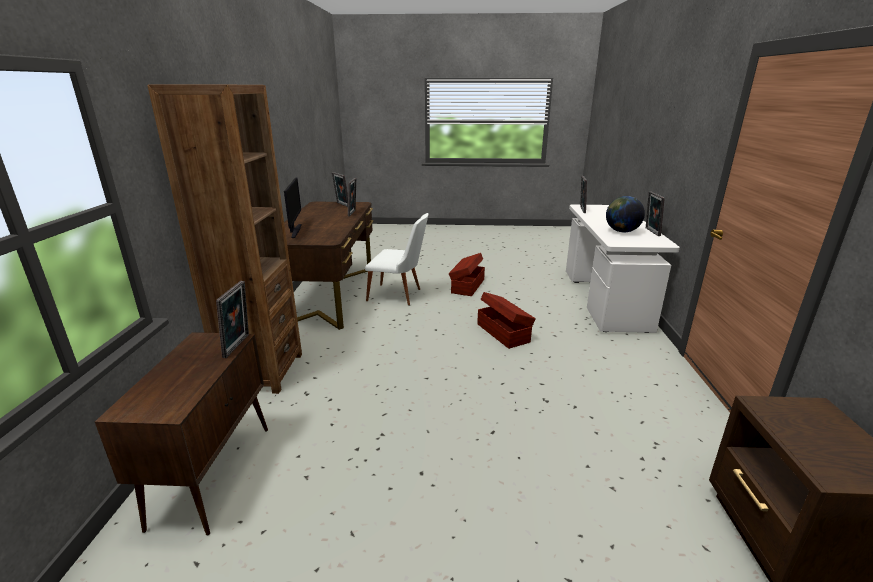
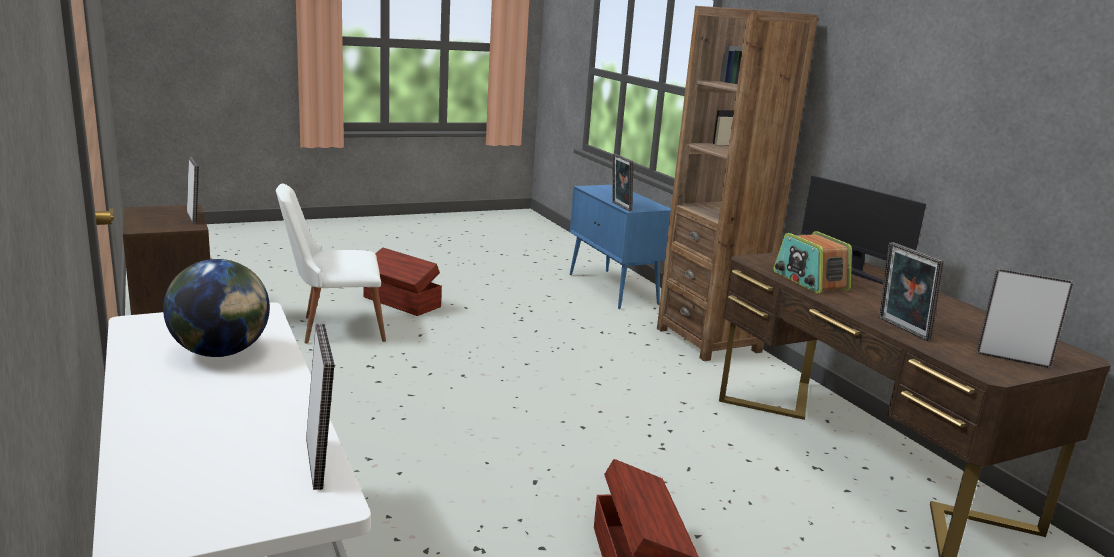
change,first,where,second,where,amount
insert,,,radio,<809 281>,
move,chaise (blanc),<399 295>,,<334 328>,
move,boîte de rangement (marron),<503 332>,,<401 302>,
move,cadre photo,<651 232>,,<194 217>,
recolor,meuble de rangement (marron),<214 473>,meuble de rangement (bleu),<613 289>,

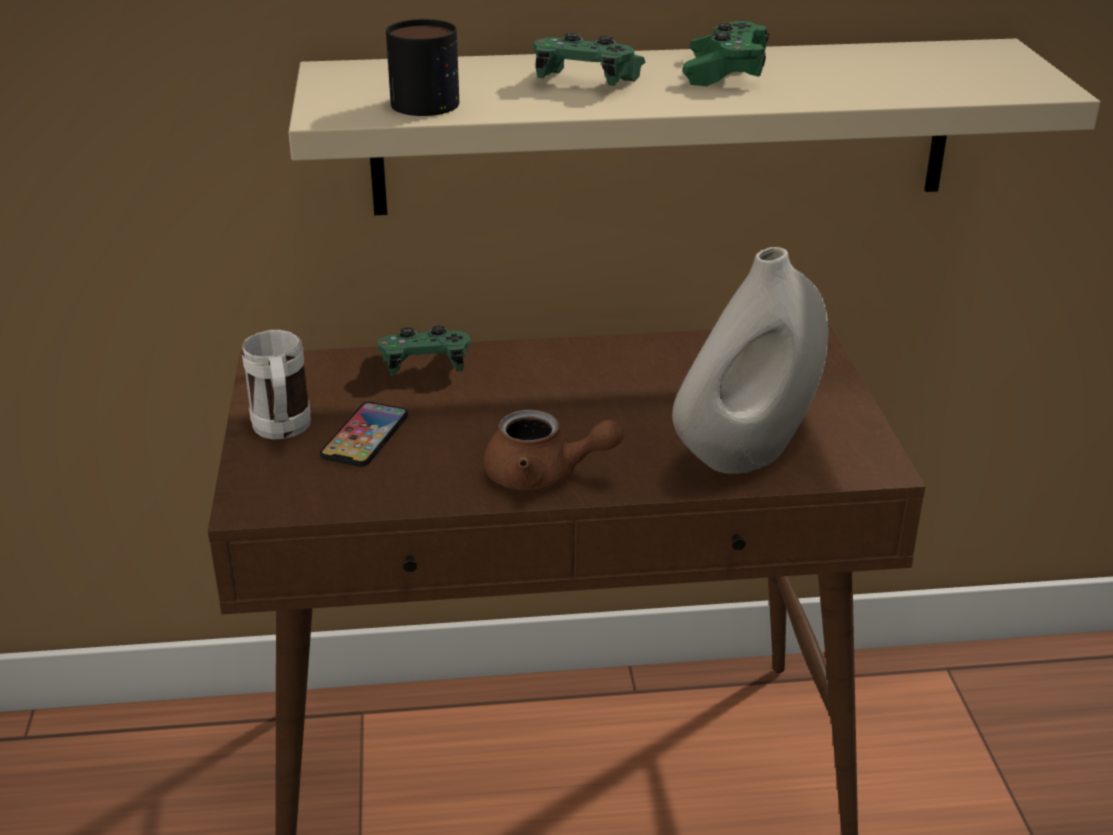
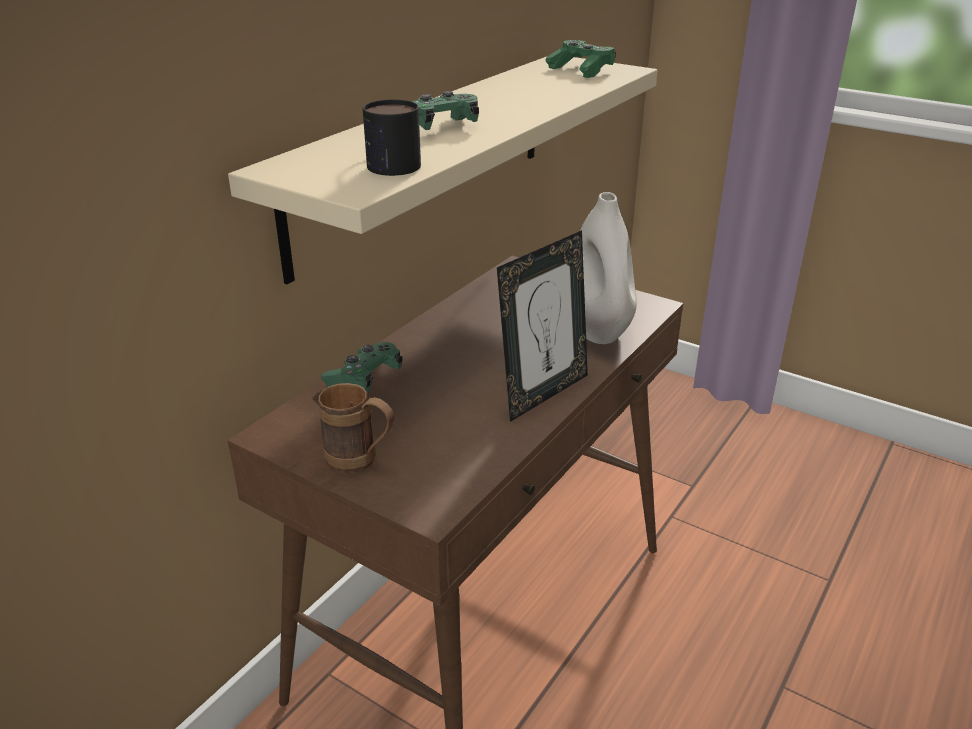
change,first,where,second,where,amount
delete,téléphone,<365 436>,,,
move,manette (vert),<725 73>,,<580 70>,
replace,théière (marron),<544 476>,cadre photo,<543 393>,
recolor,mug (blanc),<282 432>,mug (marron),<361 463>,

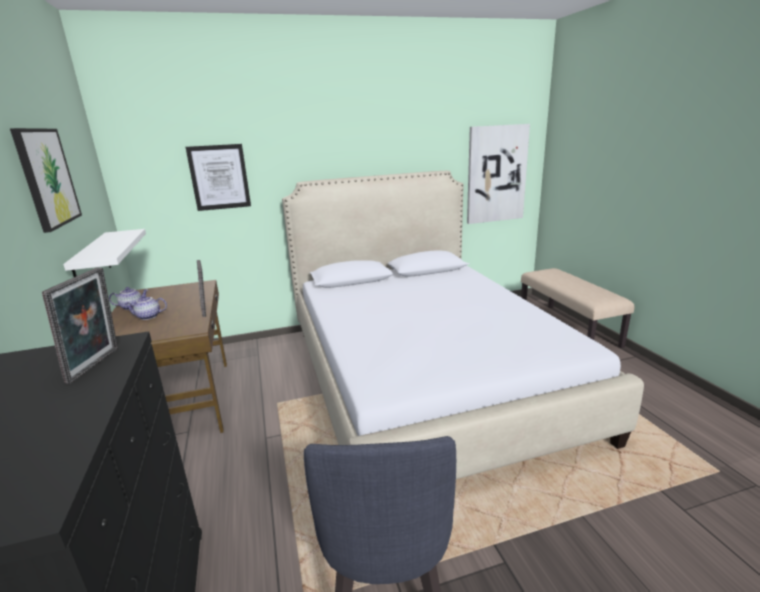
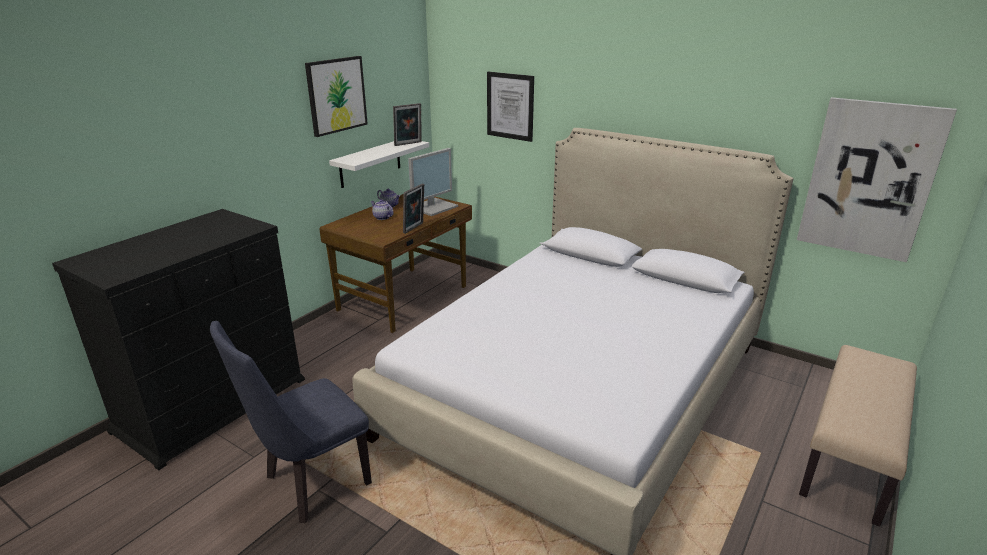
change,first,where,second,where,amount
insert,,,écran d'ordinateur,<433 207>,
move,cadre photo,<97 365>,,<408 144>,

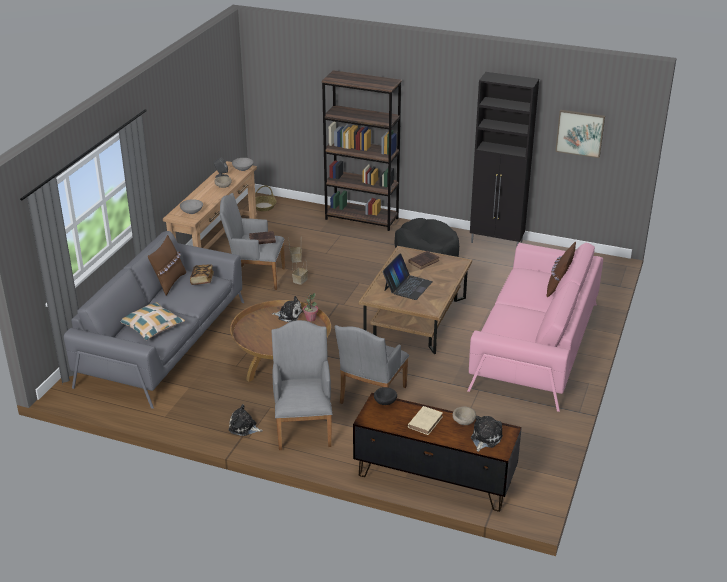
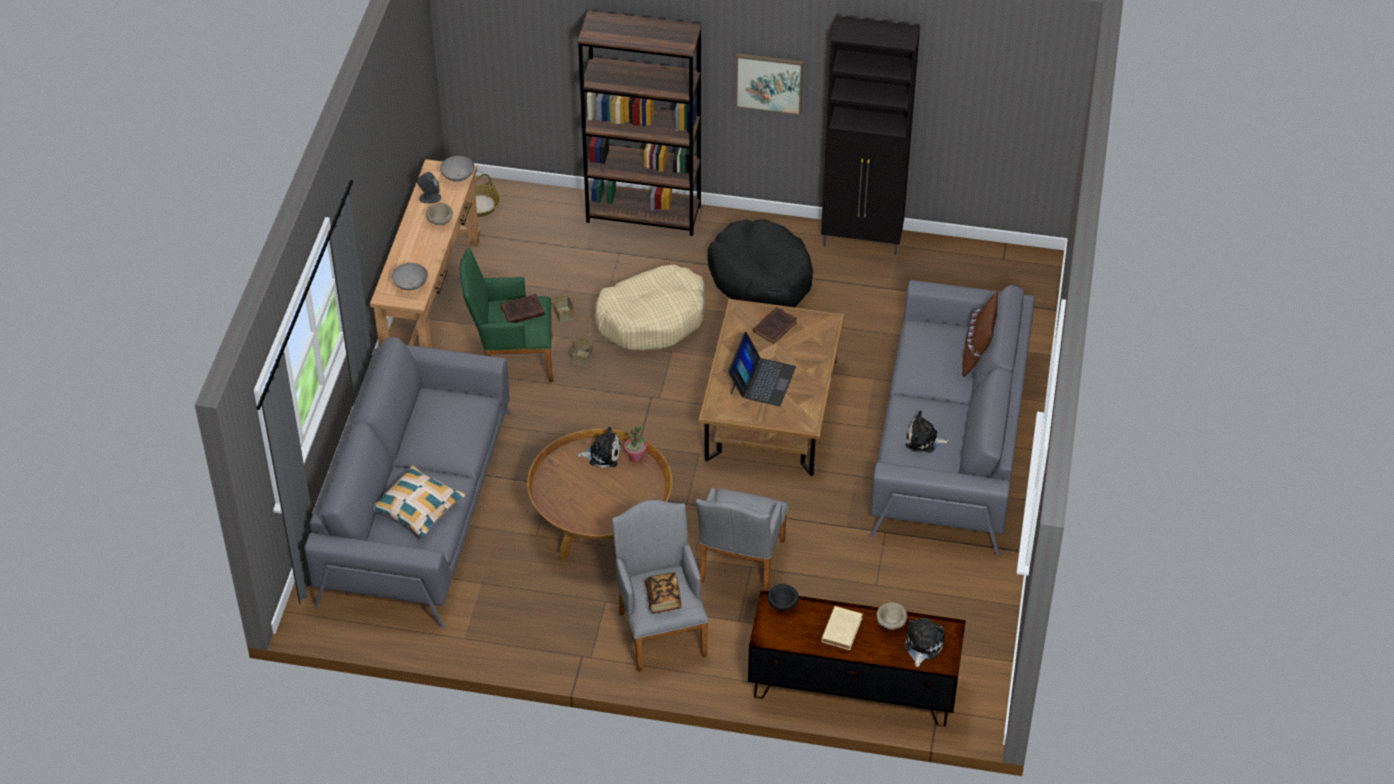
change,first,where,second,where,amount
delete,coussin (marron),<169 283>,,,
insert,,,panier pour chien (beige),<652 318>,
move,livre,<202 280>,,<663 599>,
move,peluche,<244 428>,,<924 440>,
move,tableau,<580 133>,,<769 82>,
recolor,fauteuil (gris),<254 276>,fauteuil (vert),<511 359>,
recolor,canapé (rose),<535 345>,canapé (gris),<950 441>,

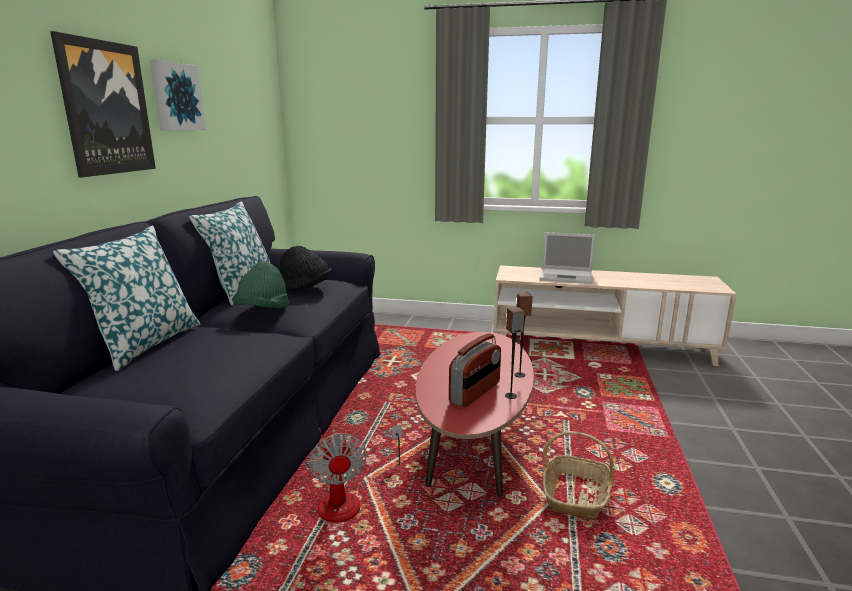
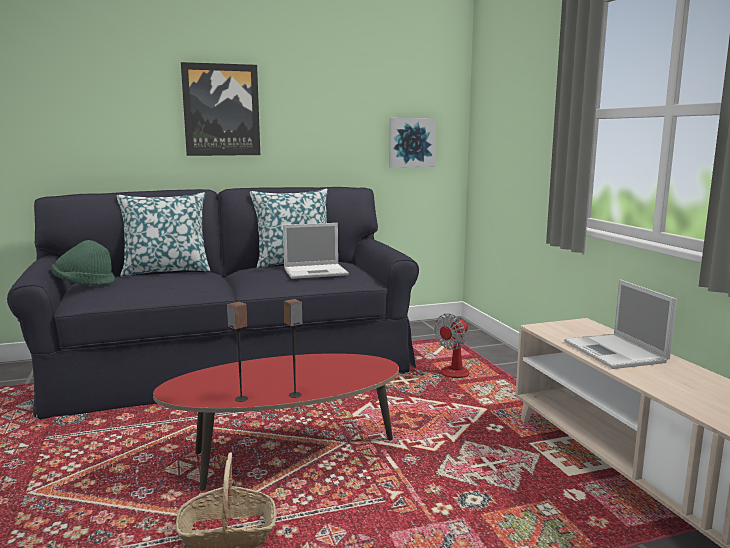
change,first,where,second,where,amount
delete,radio,<475 393>,,,
move,tableau,<176 97>,,<411 142>,
move,chapeau (vert),<263 311>,,<84 284>,
move,ventilateur,<350 499>,,<466 374>,
replace,chapeau (noir),<306 288>,ordinateur portable,<317 271>,

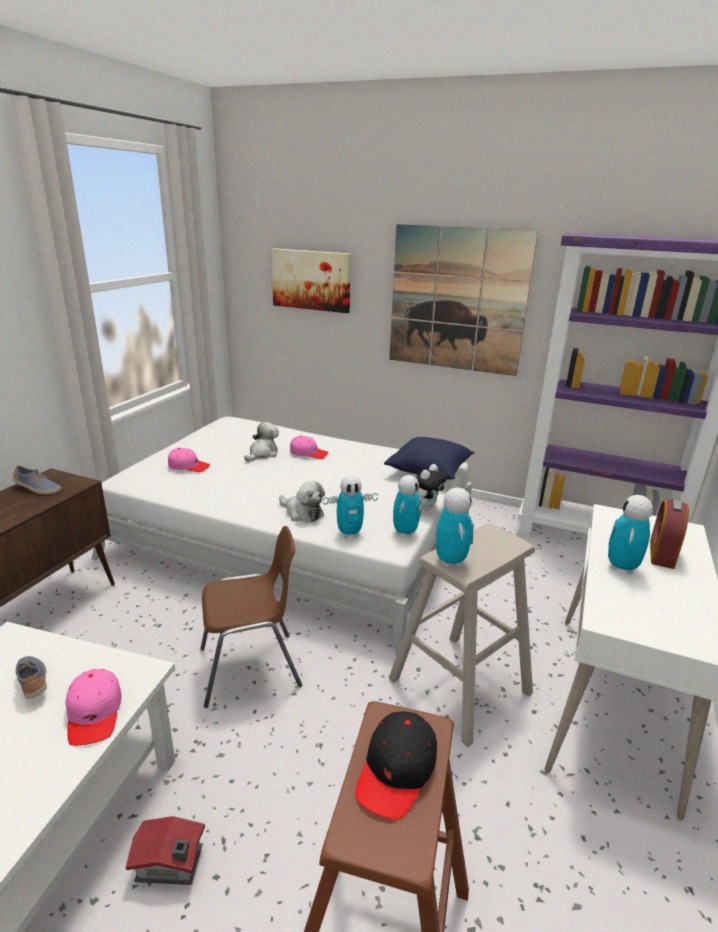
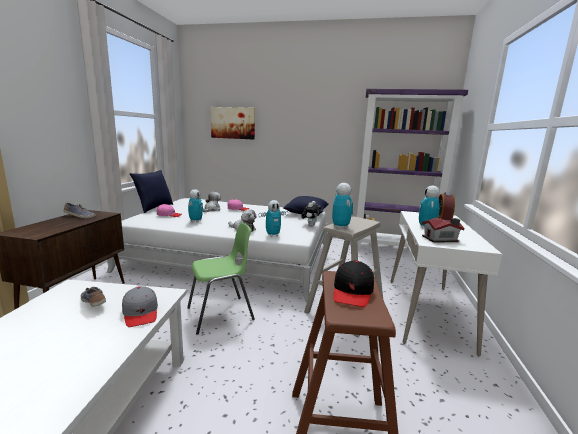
change,first,where,second,where,amount
delete,tableau,<457 300>,,,
insert,,,coussin (bleu),<154 208>,
move,maison miniature,<171 865>,,<441 239>,
move,robot jouet,<405 532>,,<195 221>,
recolor,casquette (rose),<94 713>,casquette (gris),<141 312>,
recolor,chaise (marron),<251 668>,chaise (vert),<221 314>,

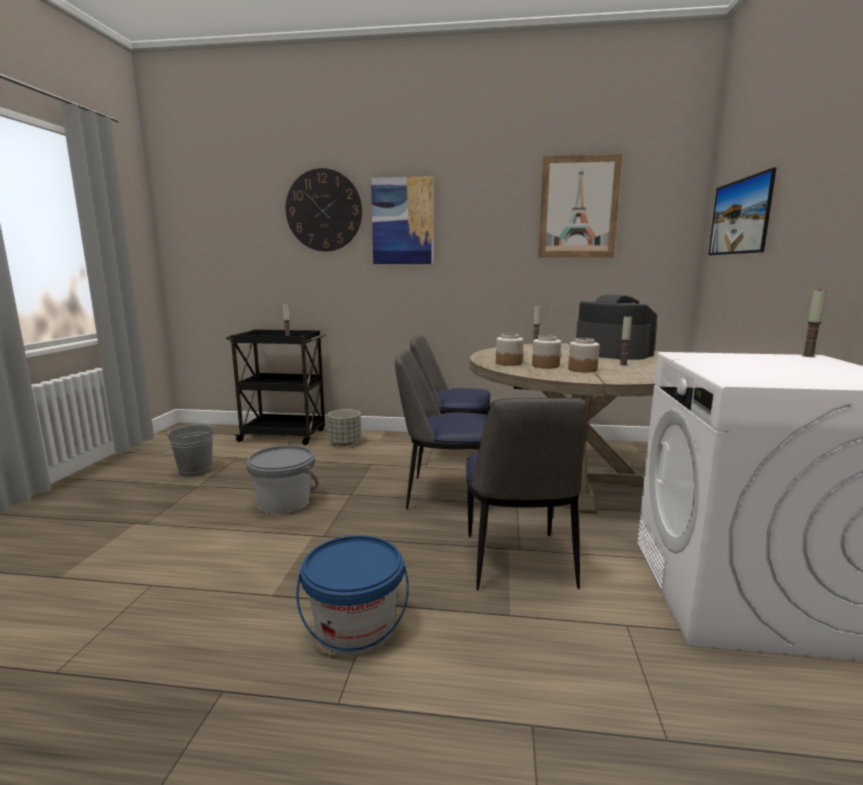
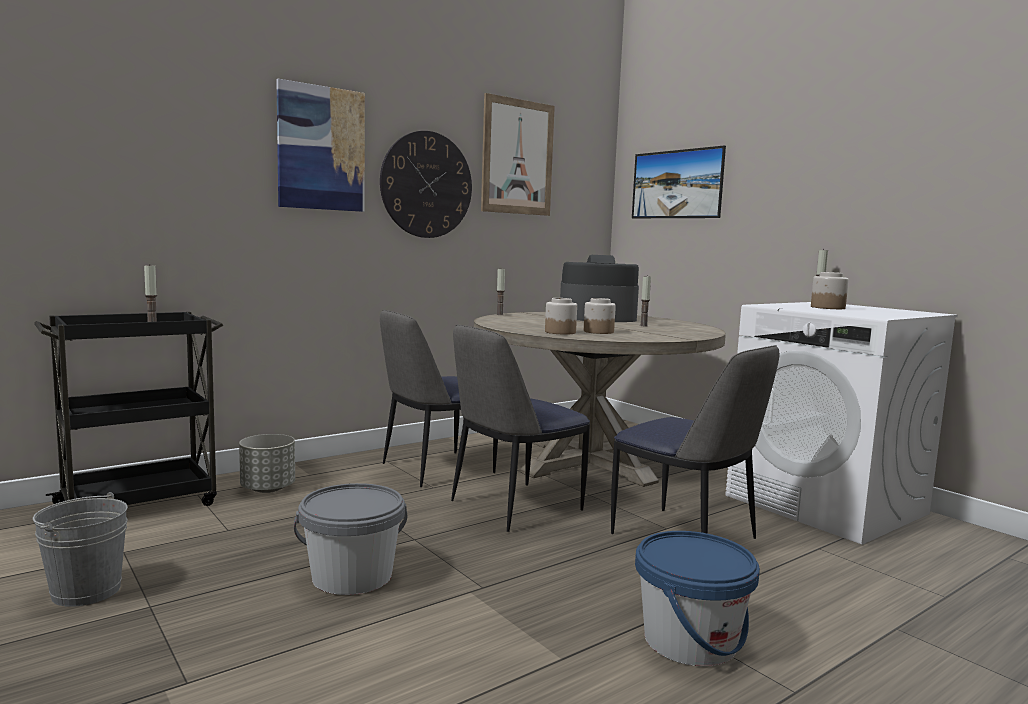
change,first,where,second,where,amount
move,horloge murale,<324 210>,,<426 185>,
move,bocal,<582 369>,,<827 307>,

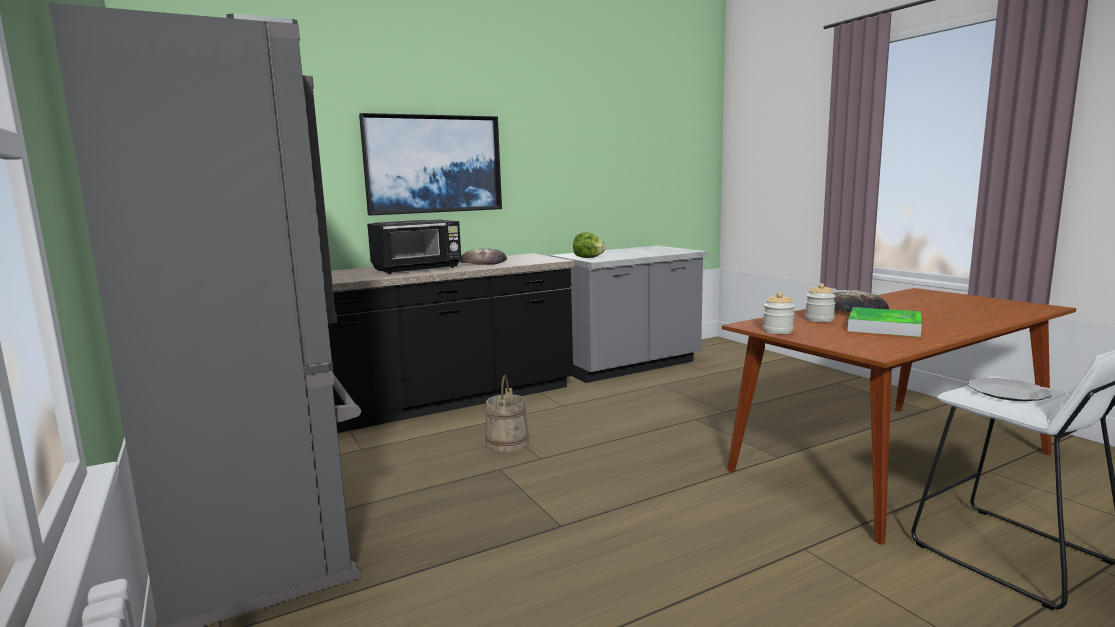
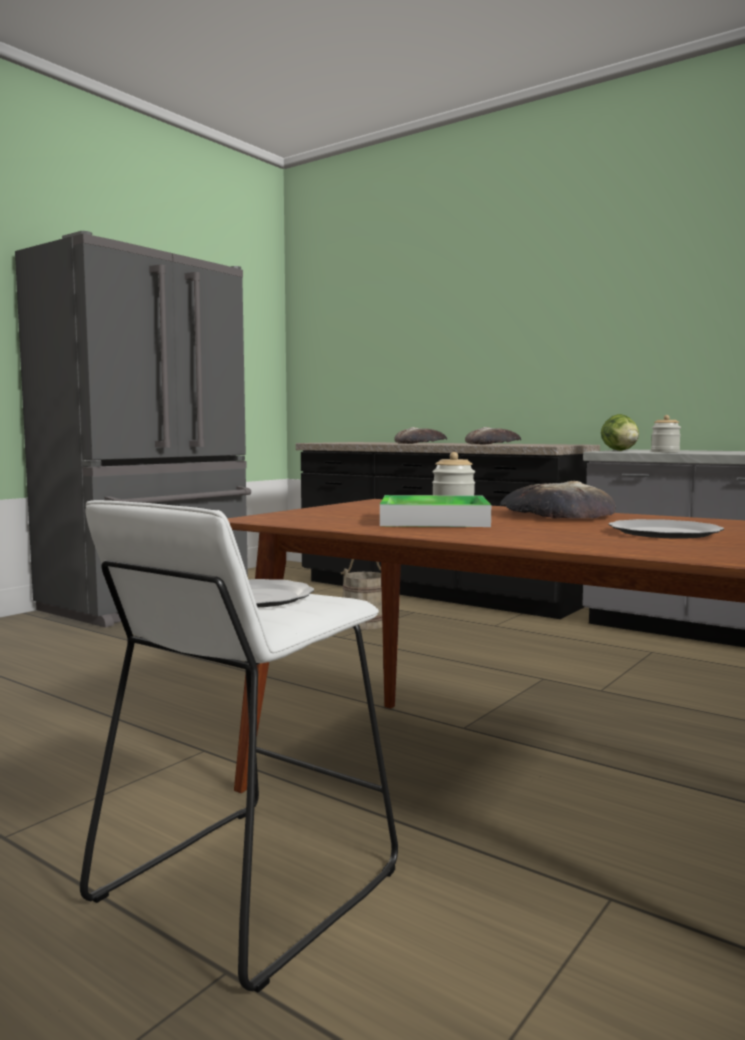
change,first,where,second,where,amount
delete,tableau,<433 164>,,,
insert,,,assiette,<666 533>,
move,bocal,<778 331>,,<665 452>,
replace,micro-ondes (noir),<418 269>,pain,<420 443>,

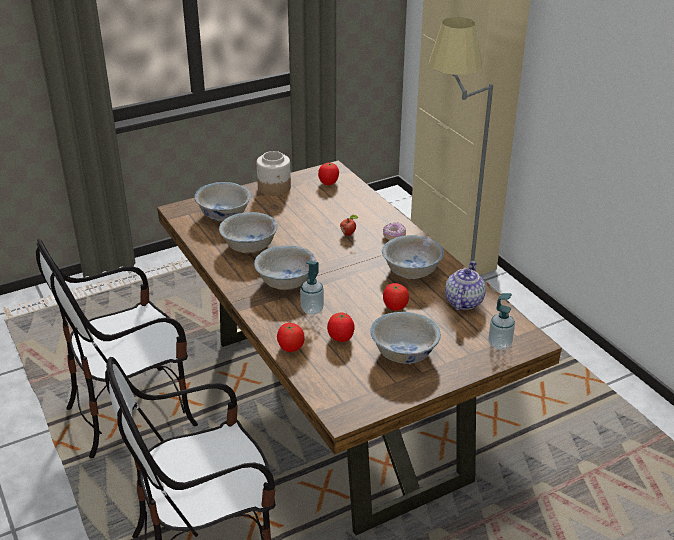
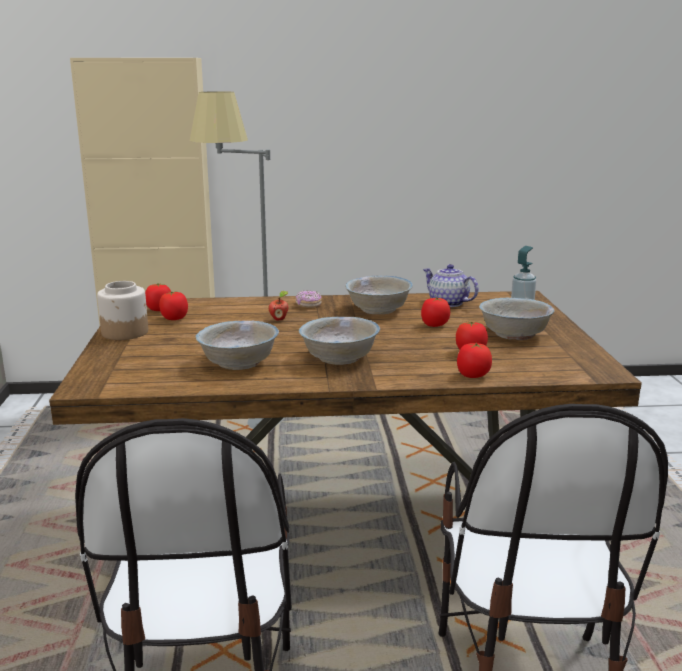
change,first,where,second,where,amount
delete,bol (blanc),<223 214>,,,
delete,distributeur de savon,<312 309>,,,
insert,,,tomate,<174 319>,

